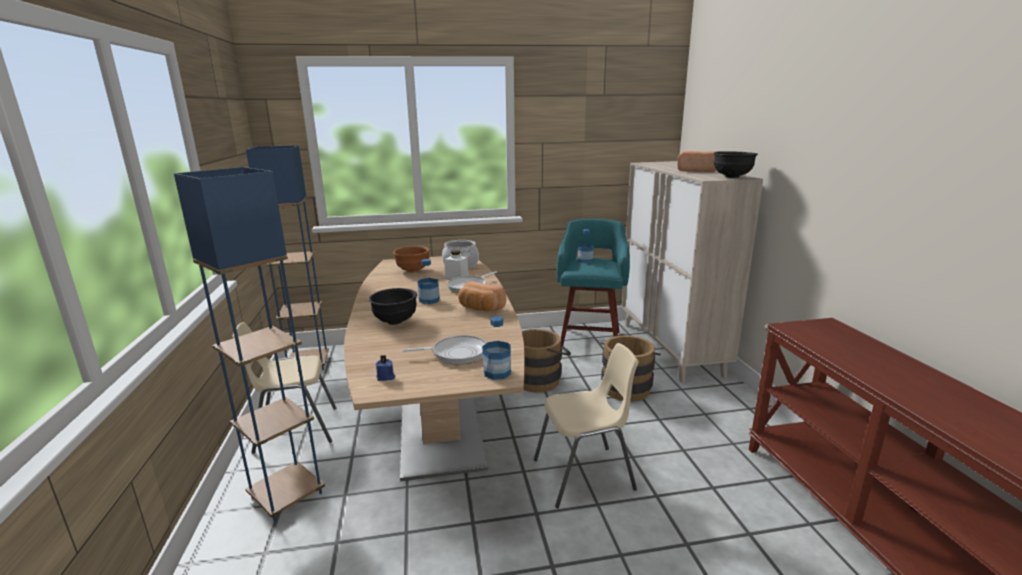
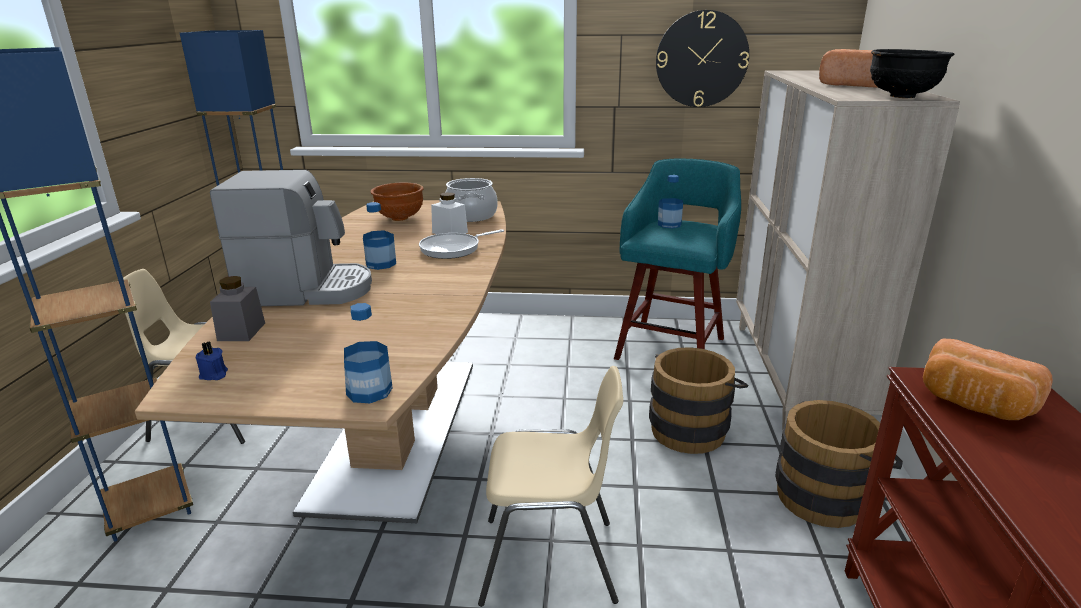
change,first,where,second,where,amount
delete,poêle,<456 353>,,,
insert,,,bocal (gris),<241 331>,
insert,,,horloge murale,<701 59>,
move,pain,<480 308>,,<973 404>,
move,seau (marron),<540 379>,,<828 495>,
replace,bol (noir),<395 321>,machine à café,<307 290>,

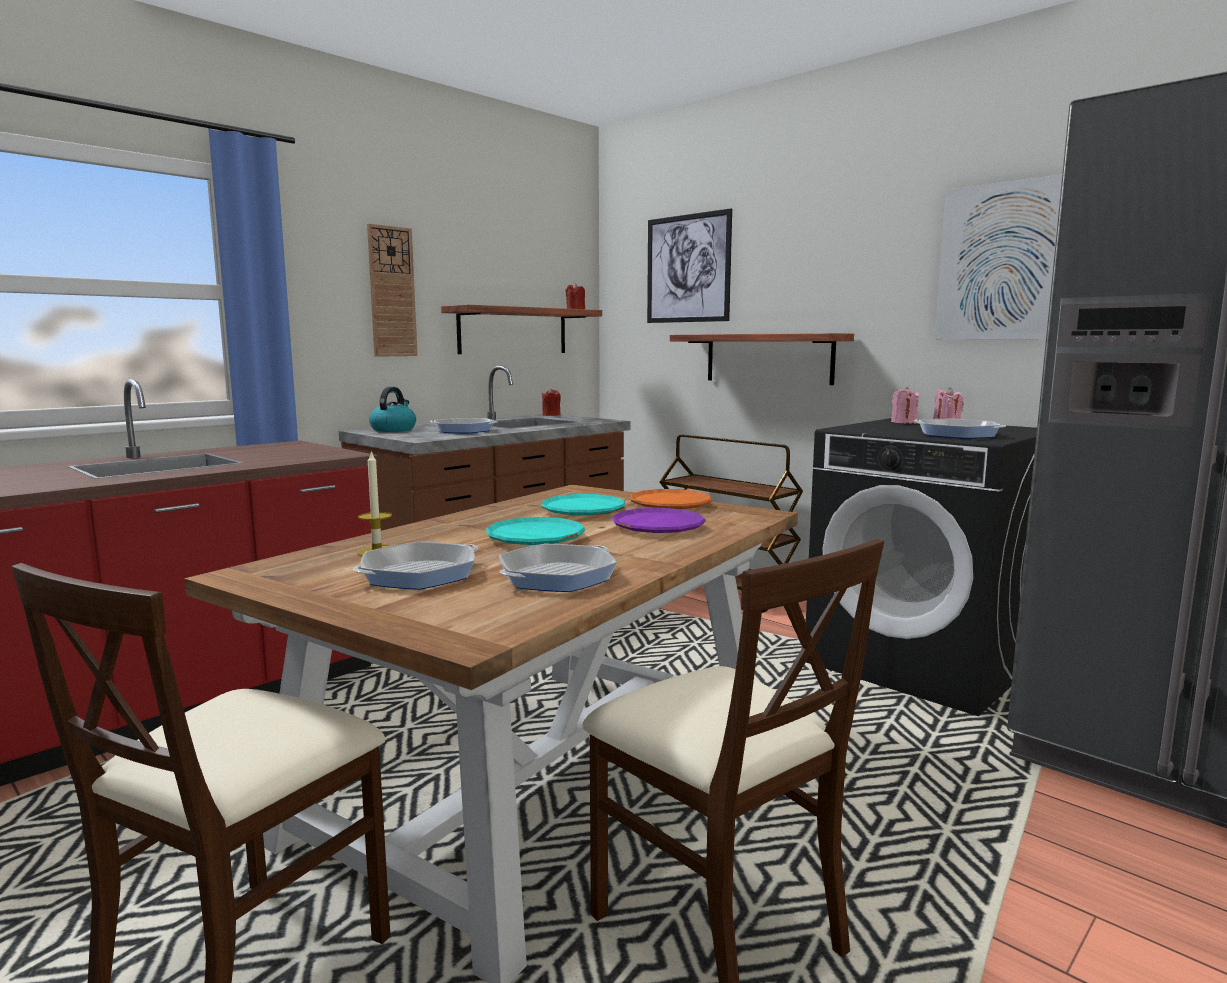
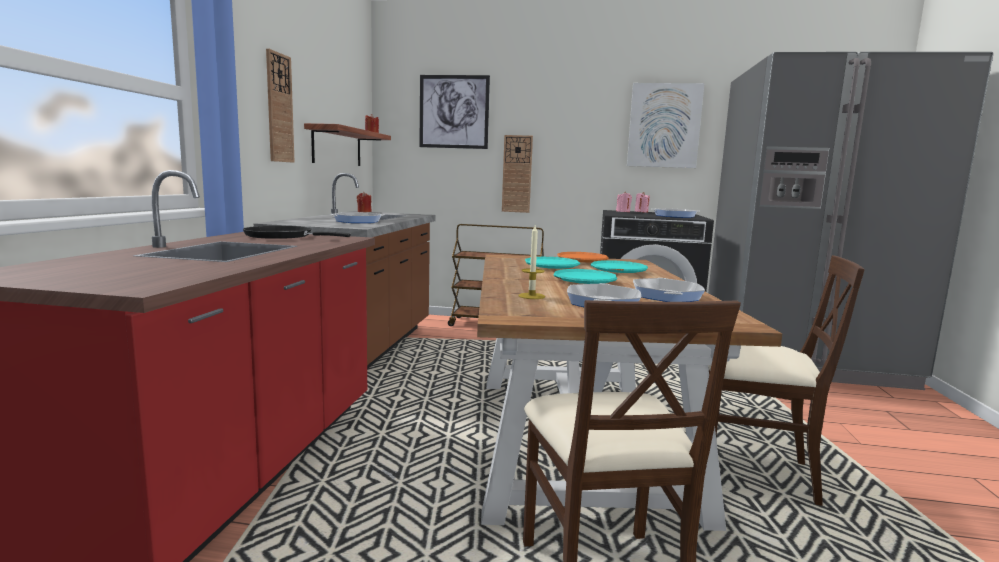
change,first,where,second,where,amount
delete,bouilloire,<393 430>,,,
insert,,,poêle (noir),<283 236>,
replace,étagère,<768 358>,horloge murale,<517 174>,
recolor,assiette (violet),<658 527>,assiette (turquoise),<618 271>,

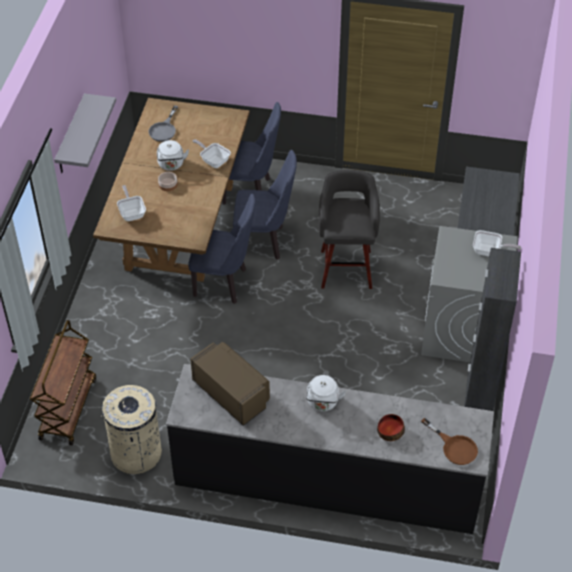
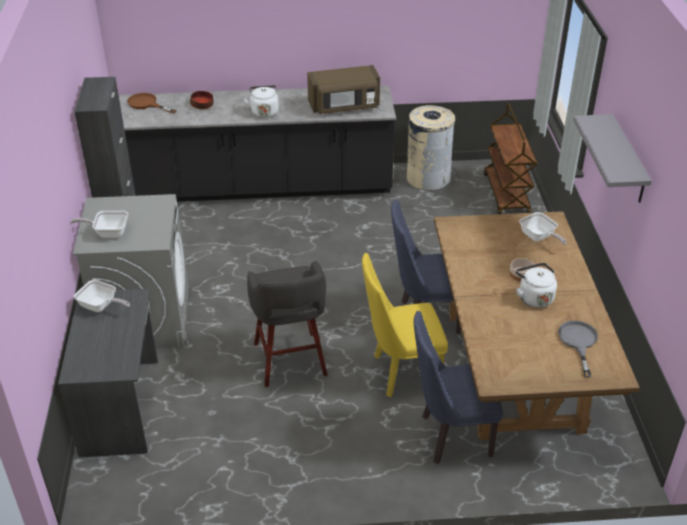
change,first,where,second,where,amount
move,poêle,<213 161>,,<101 307>,
recolor,chaise (bleu),<265 241>,chaise (jaune),<400 373>,
rotate,micro-ondes (marron),<232 393>,,<344 106>,45 degrees counterclockwise

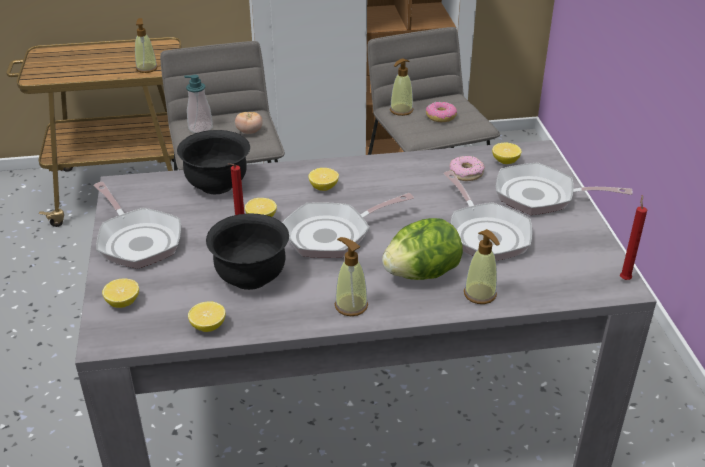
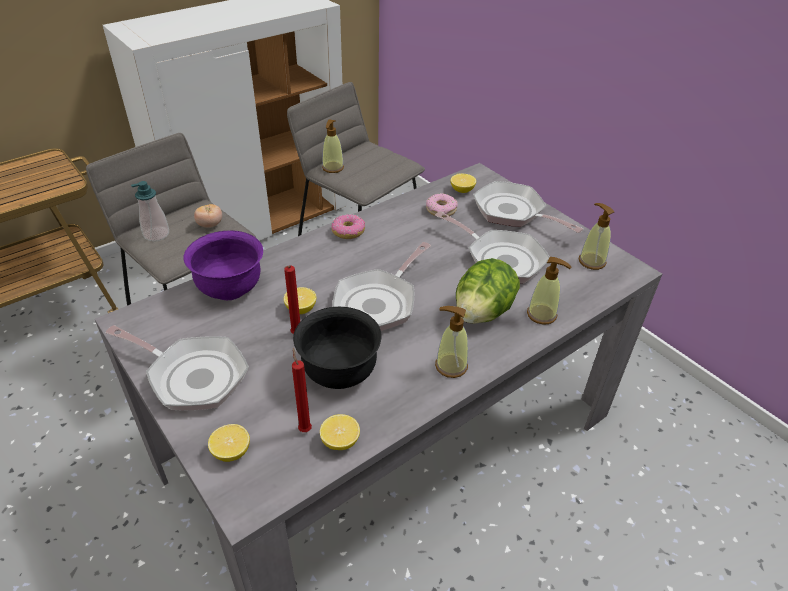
change,first,where,second,where,amount
delete,citron,<323 187>,,,
move,distributeur de savon,<146 68>,,<591 261>,
move,beignet,<441 117>,,<348 231>,
move,bougie (rouge),<624 278>,,<304 428>,
recolor,bol (noir),<217 185>,bol (violet),<230 289>,
rotate,poêle,<541 196>,,<513 212>,60 degrees clockwise

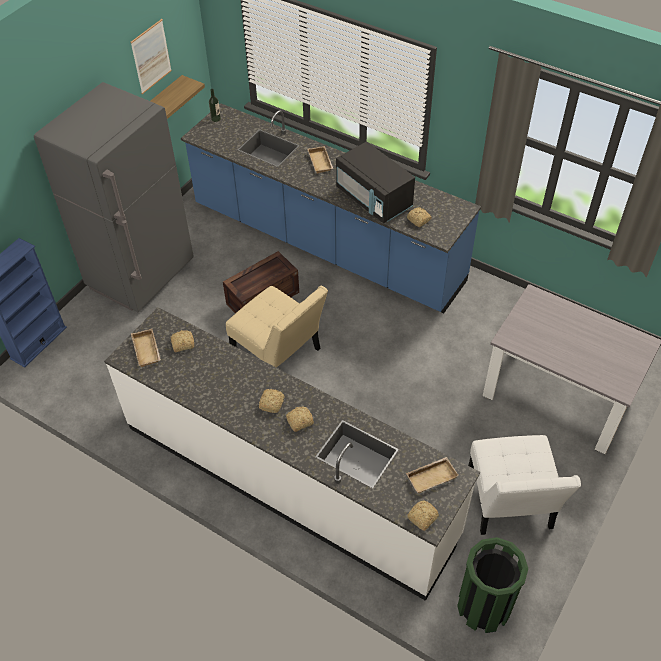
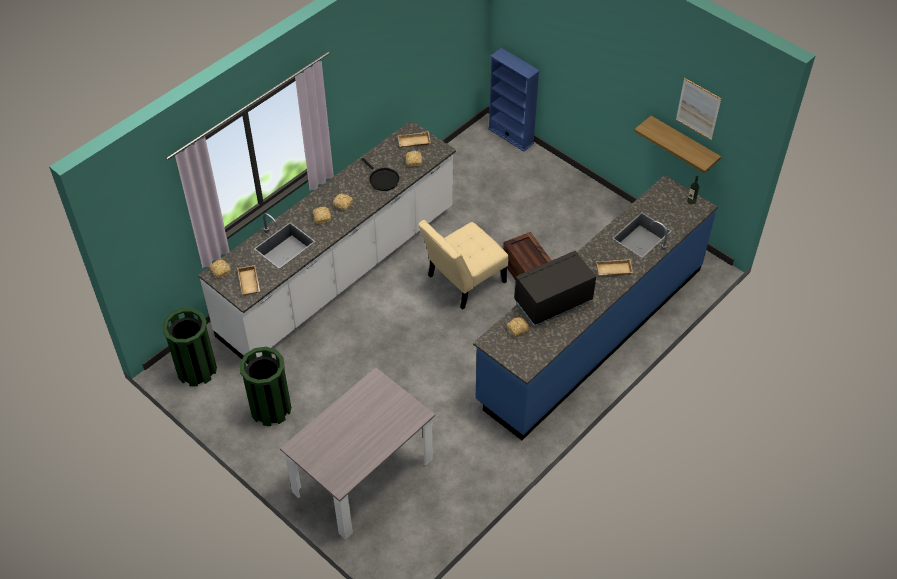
change,first,where,second,where,amount
delete,réfrigérateur (gris),<142 276>,,,
insert,,,poêle (noir),<382 179>,
replace,chaise (blanc),<509 504>,poubelle (vert),<270 409>,

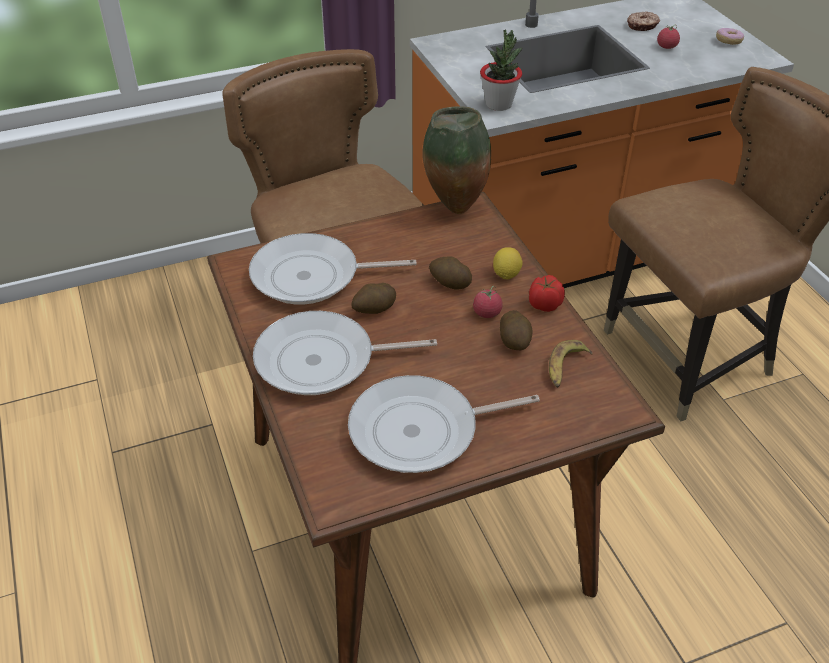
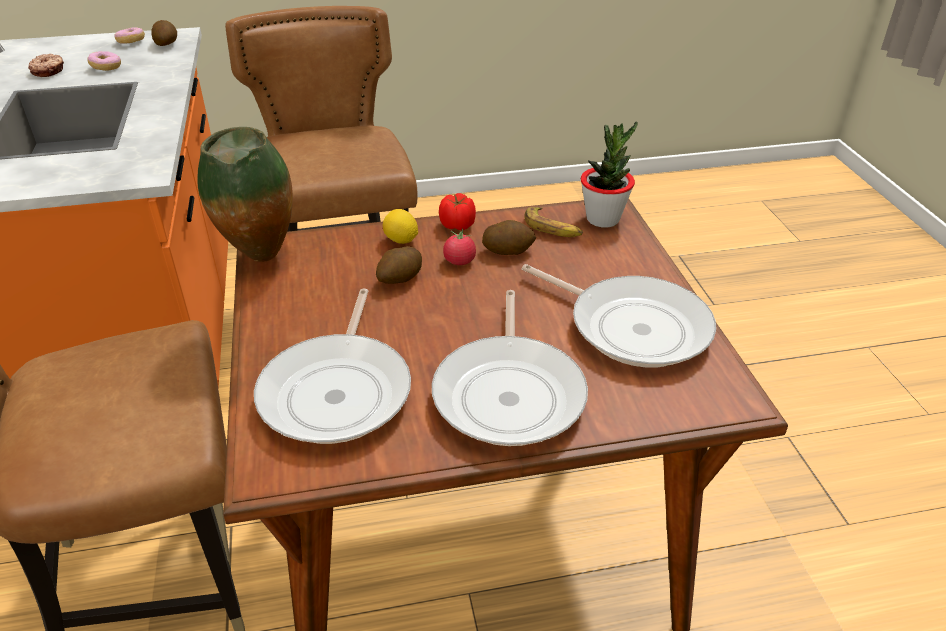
change,first,where,second,where,amount
move,pomme de terre,<374 309>,,<167 44>,
move,plante en pot,<499 104>,,<603 219>,
replace,tomate,<666 47>,beignet,<106 67>,
rotate,poêle,<421 431>,,<632 326>,45 degrees counterclockwise

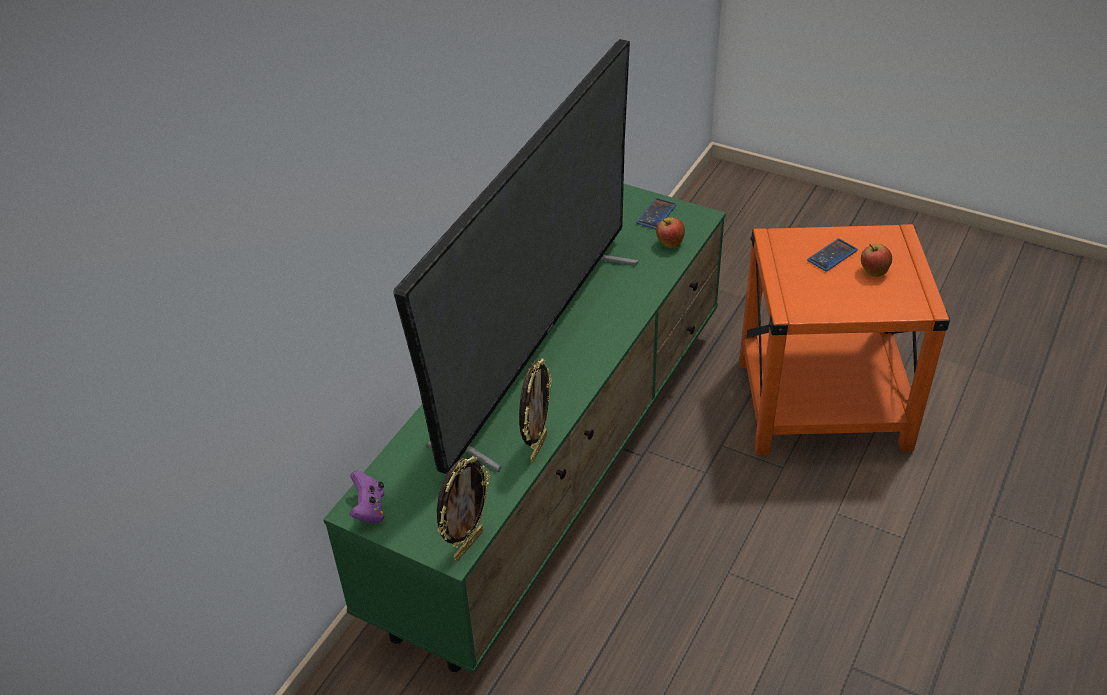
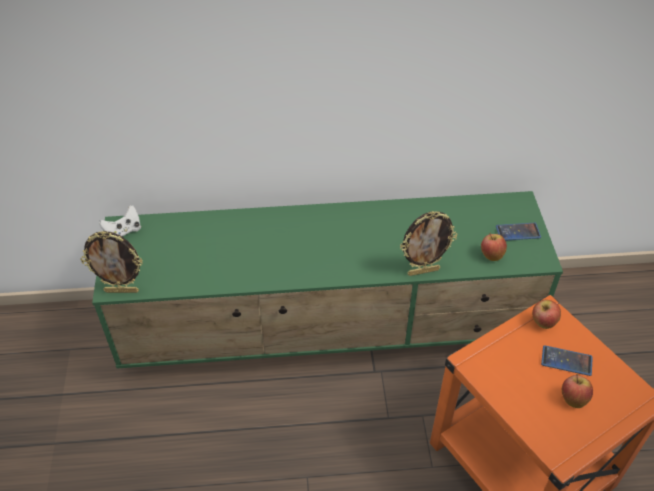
change,first,where,second,where,amount
delete,téléviseur,<538 348>,,,
insert,,,pomme,<543 323>,
move,cadre photo,<537 447>,,<423 271>,
recolor,manette (violet),<369 509>,manette (blanc),<124 232>,

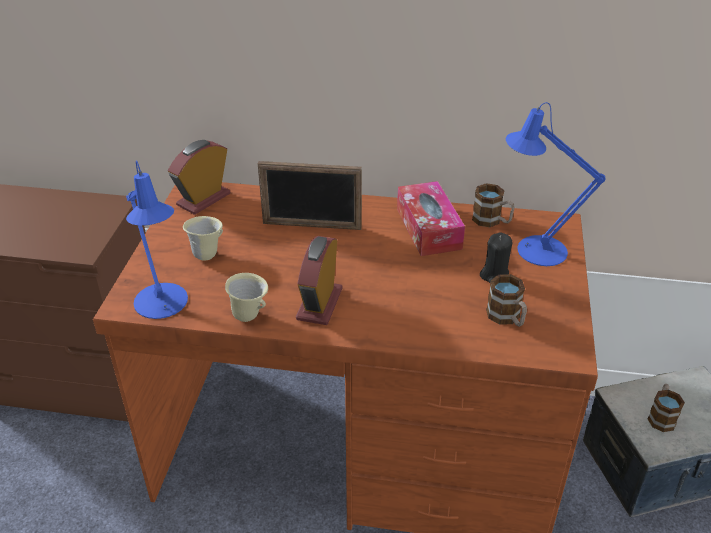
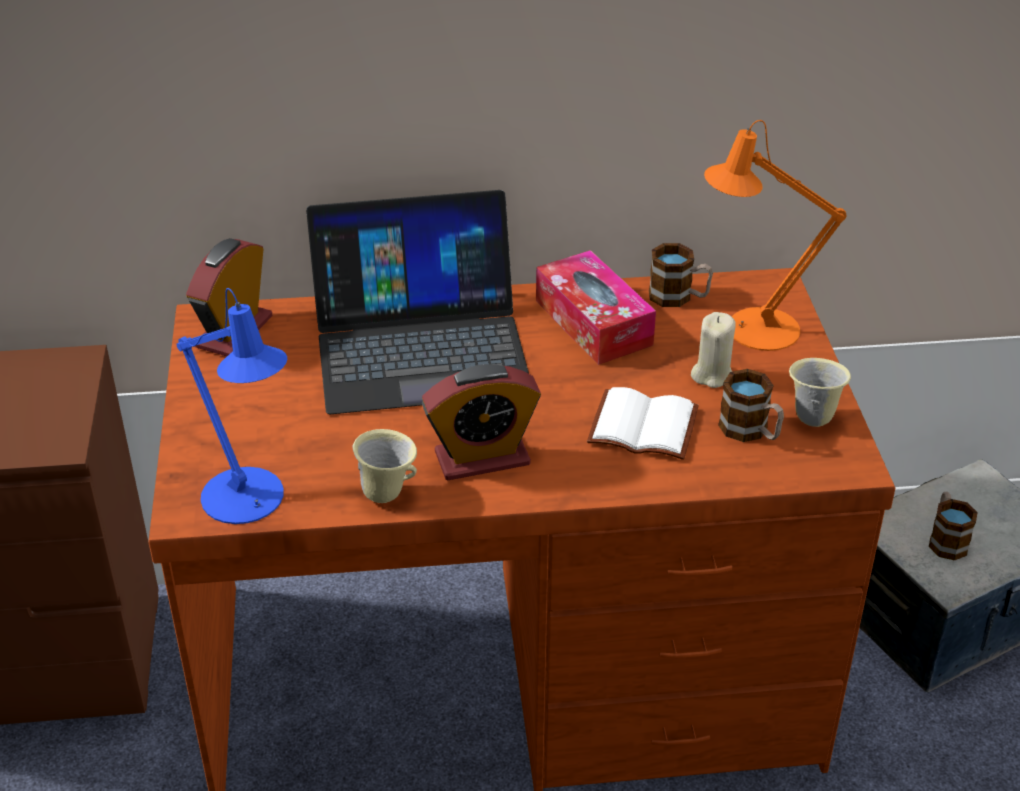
change,first,where,second,where,amount
insert,,,livre (blanc),<645 425>,
move,mug (beige),<207 254>,,<812 416>,
replace,cadre photo,<312 226>,ordinateur portable,<420 346>,
recolor,bougie (noir),<494 275>,bougie (beige),<712 374>,
recolor,lampe de table (bleu),<534 249>,lampe de table (orange),<752 329>,
rotate,réveil,<319 304>,,<482 458>,105 degrees counterclockwise

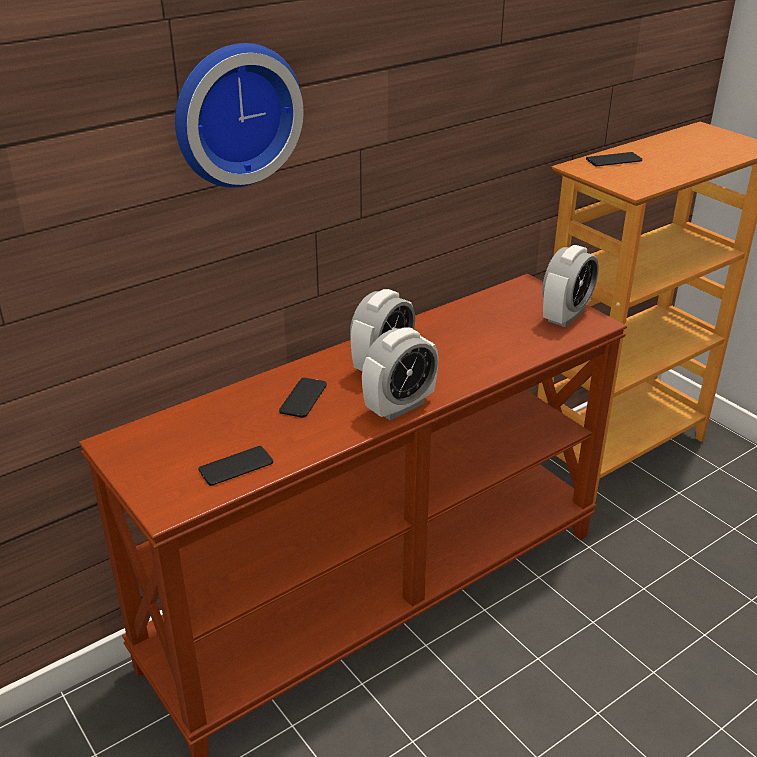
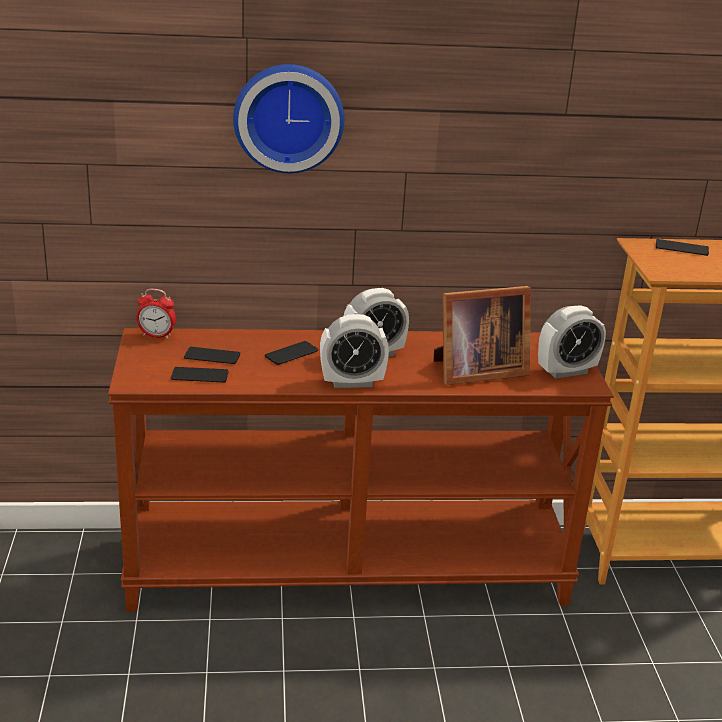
change,first,where,second,where,amount
insert,,,réveil,<157 335>,
insert,,,téléphone,<212 356>,
insert,,,cadre photo,<475 371>,

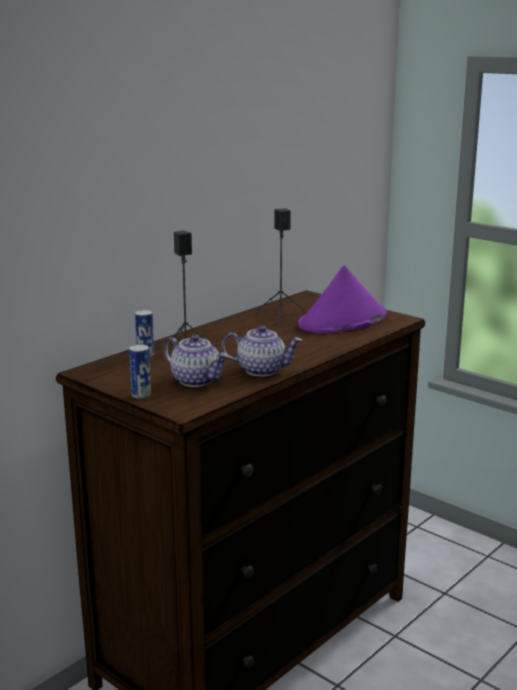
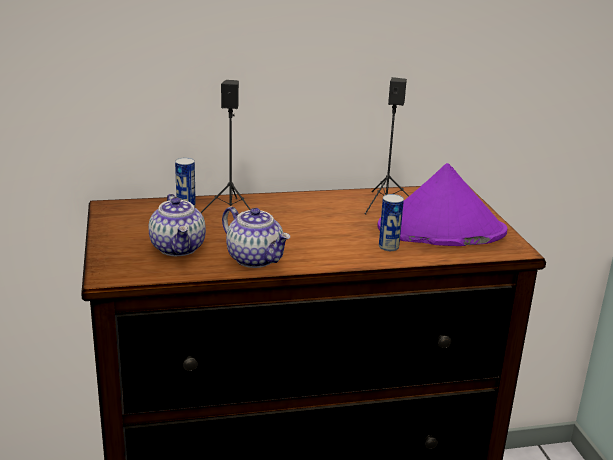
change,first,where,second,where,amount
move,boîte métallique,<141 395>,,<388 247>,

